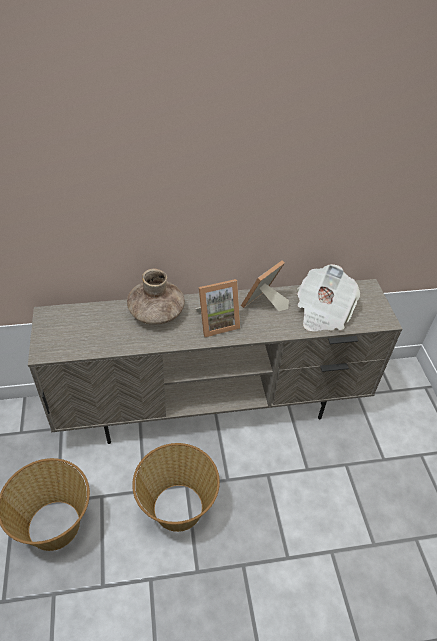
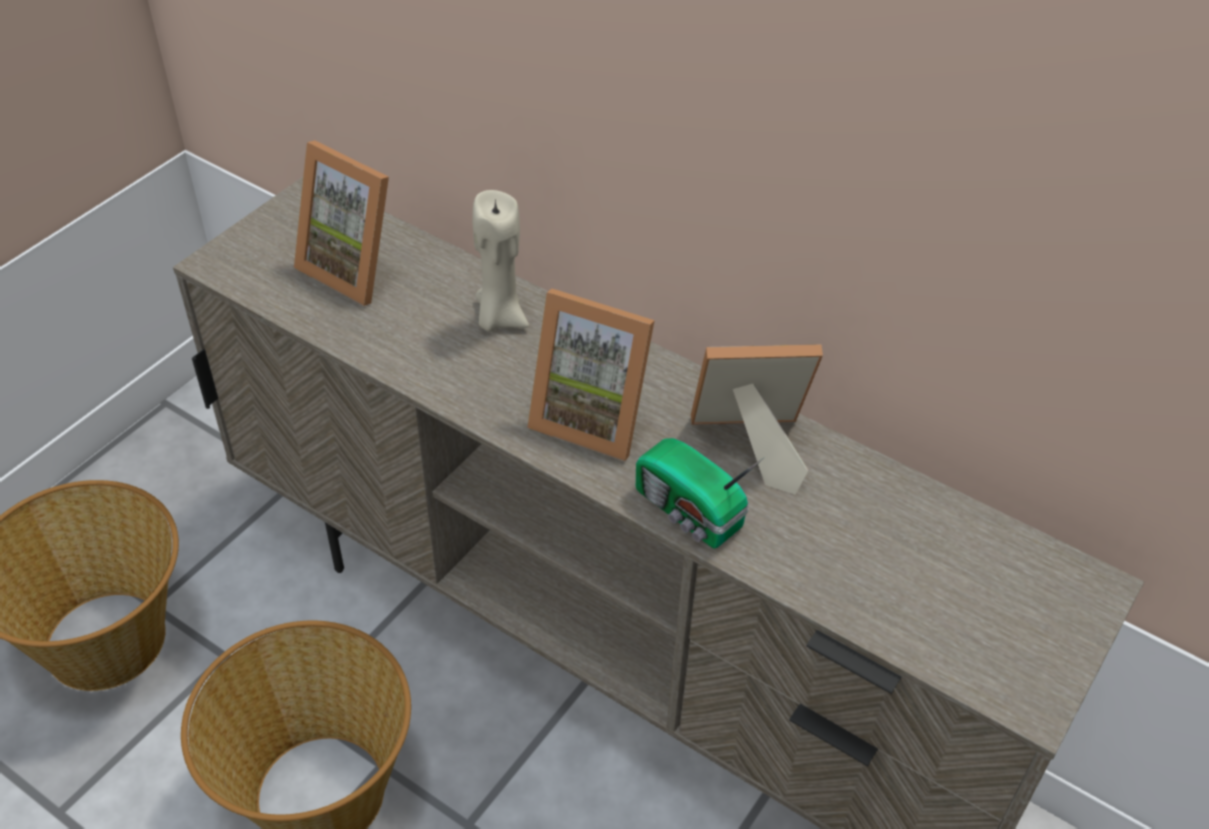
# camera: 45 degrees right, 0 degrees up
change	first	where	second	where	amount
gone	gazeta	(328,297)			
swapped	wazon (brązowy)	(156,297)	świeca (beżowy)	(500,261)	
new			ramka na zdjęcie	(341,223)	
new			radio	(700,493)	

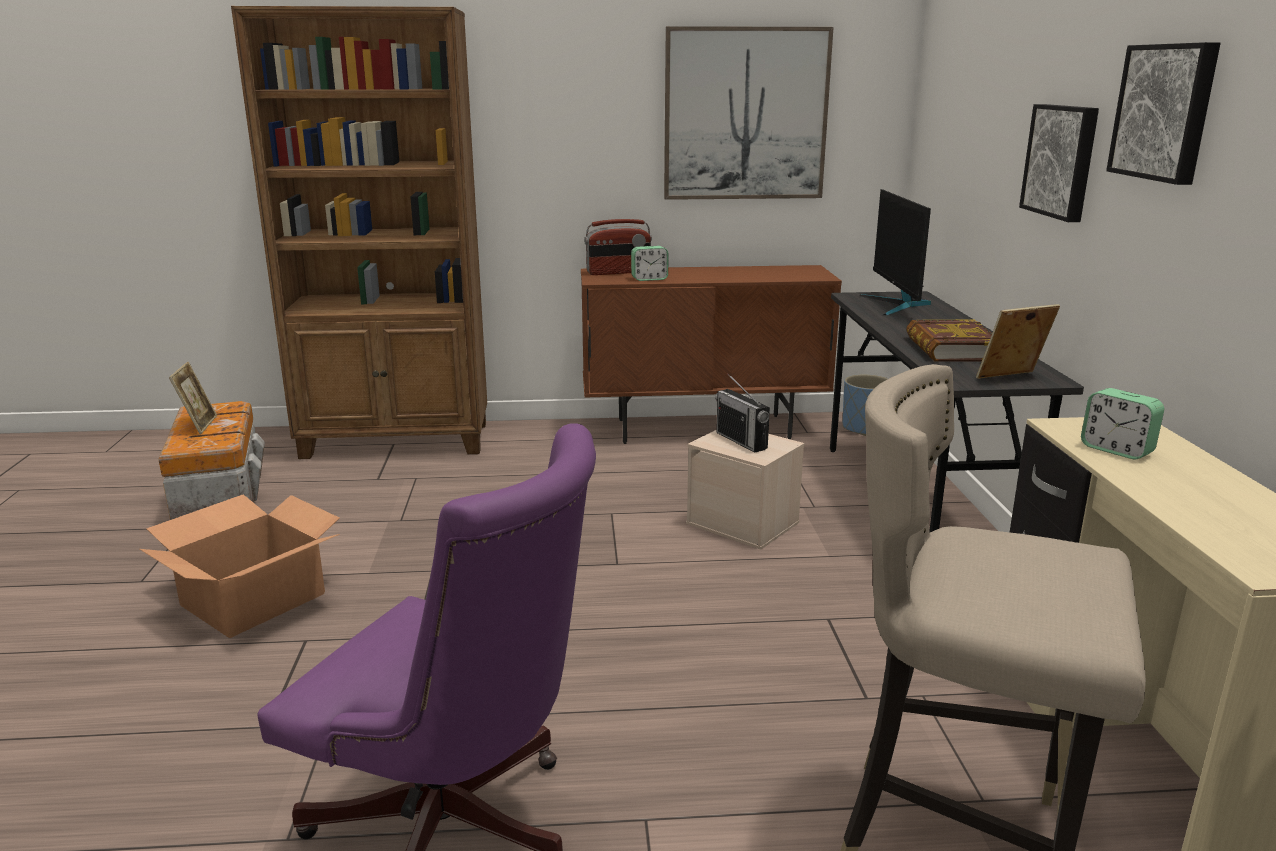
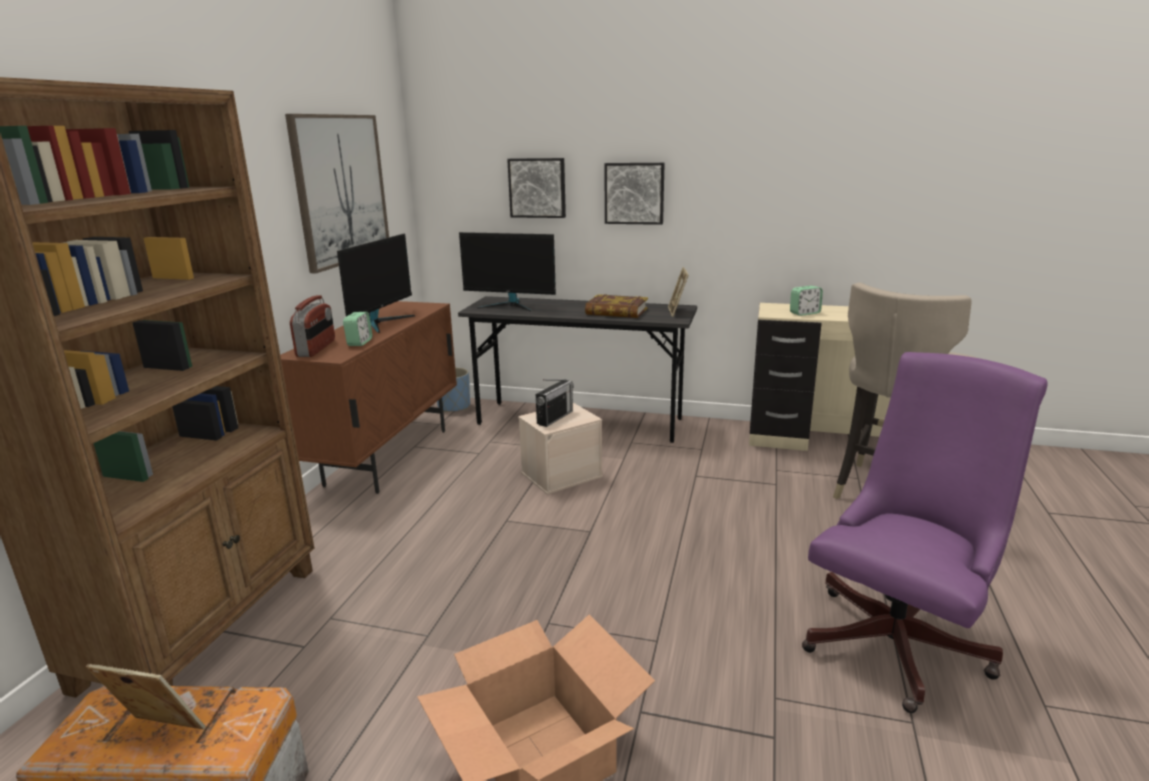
# camera: 70 degrees left, 0 degrees up
change	first	where	second	where	amount
shifted	obraz	(1163,113)		(536,188)	
rotated	radio	(742,413)		(555,403)	45 degrees counterclockwise
new			monitor	(376,283)	

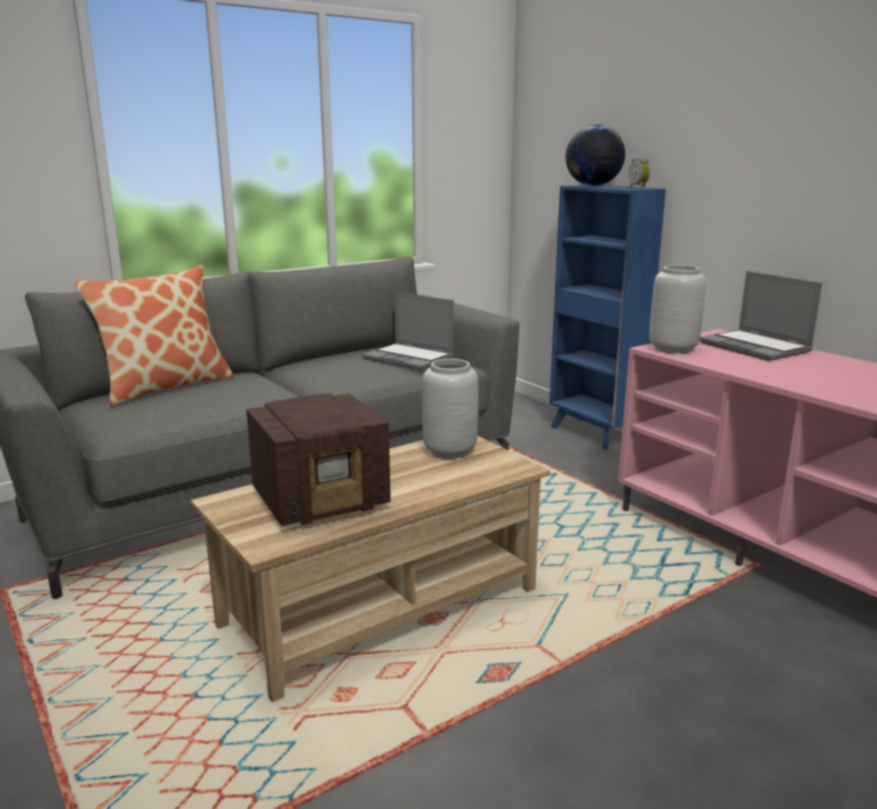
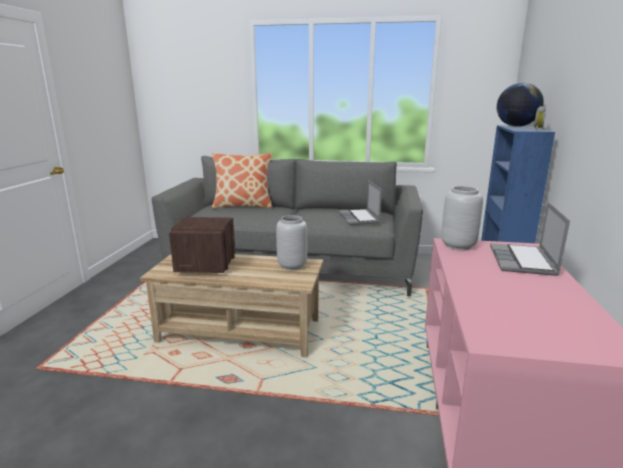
# camera: 45 degrees right, 0 degrees up
change	first	where	second	where	amount
rotated	radio	(318,459)		(202,245)	75 degrees clockwise

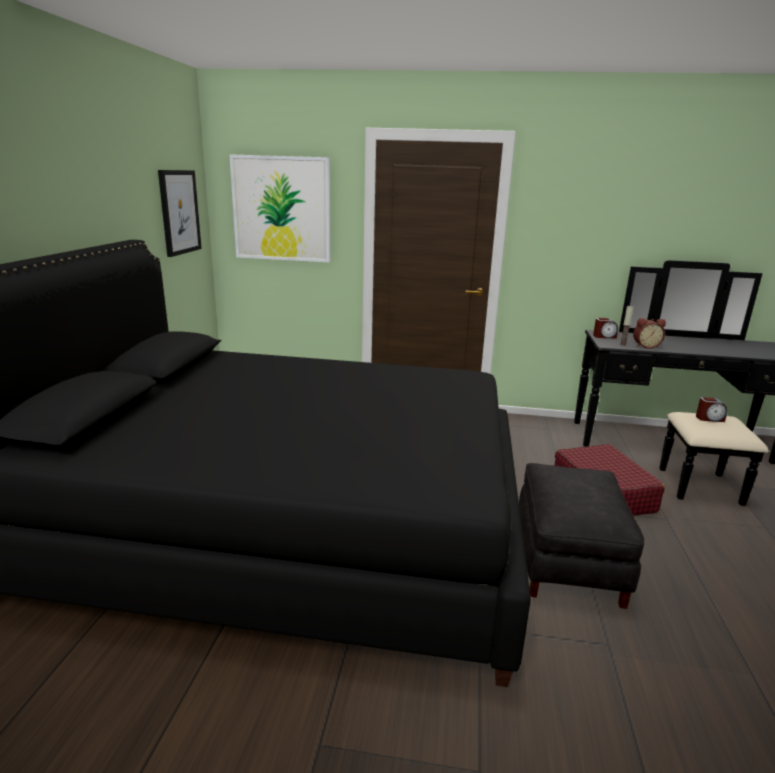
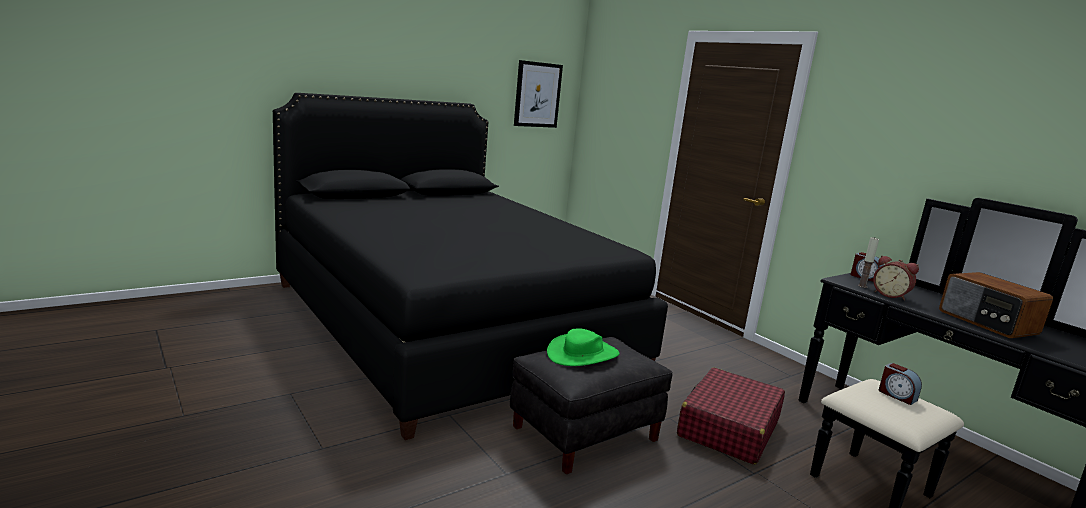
# camera: 45 degrees right, 5 degrees down
change	first	where	second	where	amount
gone	obraz	(279,208)			
new			radio	(996,305)	
new			kapelusz (zielony)	(583,347)	

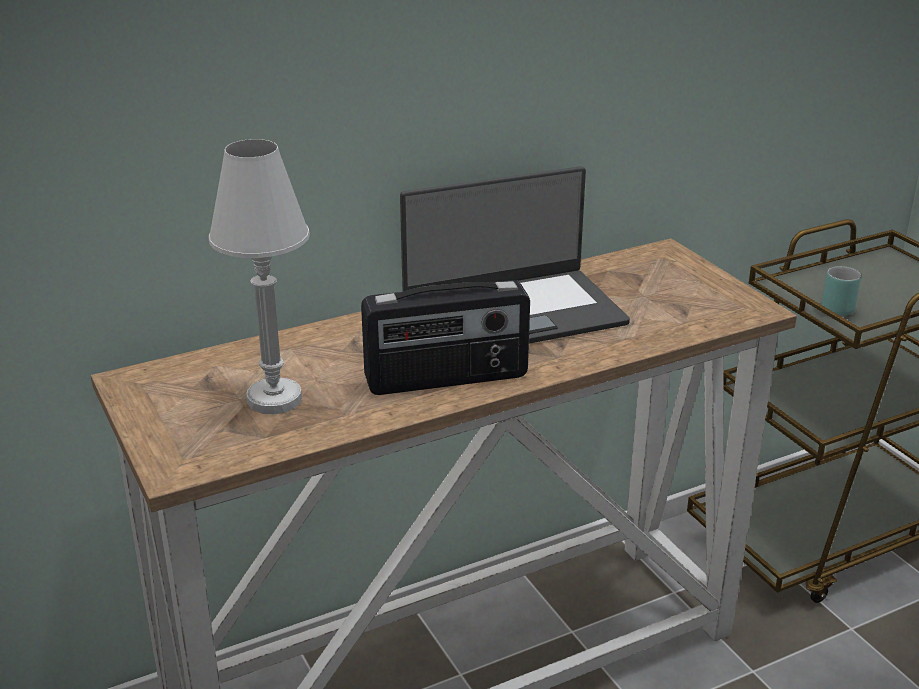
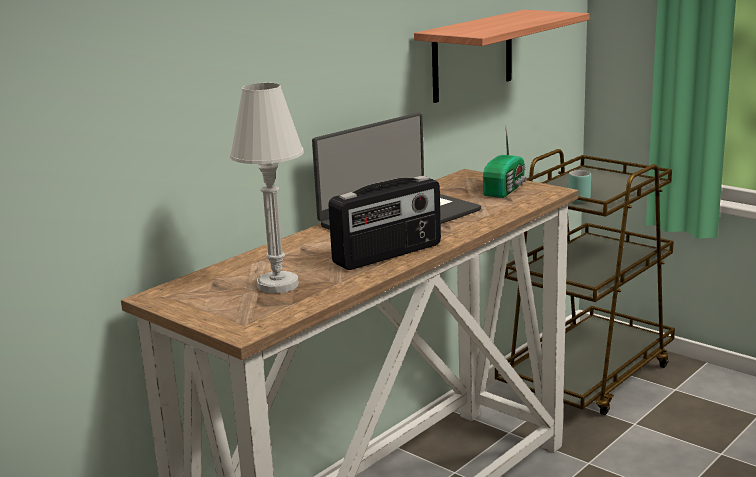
# camera: 20 degrees left, 10 degrees down
change	first	where	second	where	amount
new			półka	(501,56)	
new			radio	(505,162)	

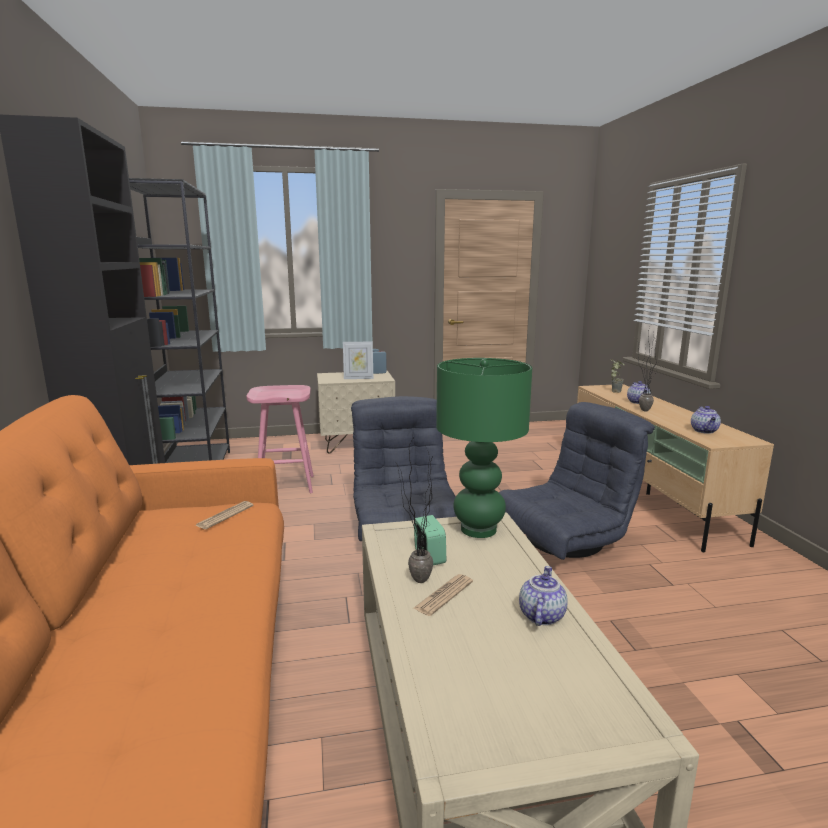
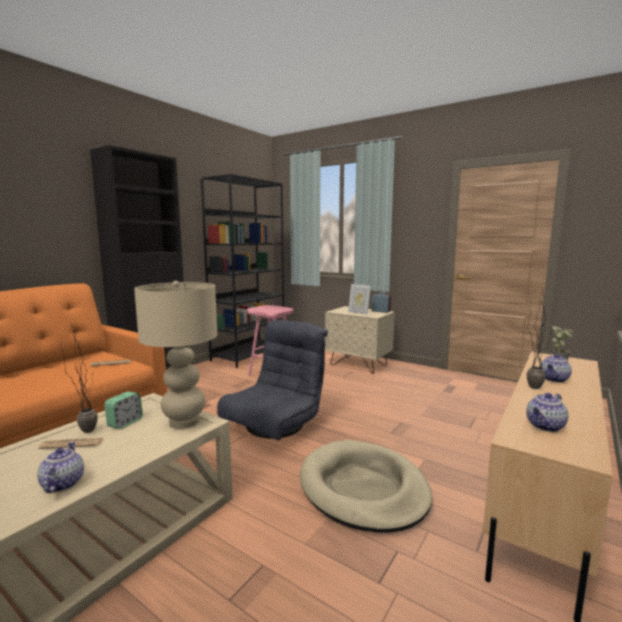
# camera: 45 degrees right, 5 degrees down
change	first	where	second	where	amount
repainted	lampa stołowa (zielony)	(484,448)	lampa stołowa (beżowy)	(175,355)	
swapped	fotel (szary)	(576,481)	legowisko (beżowy)	(366,486)	
rotated	imbryk	(543,596)		(60,467)	75 degrees counterclockwise

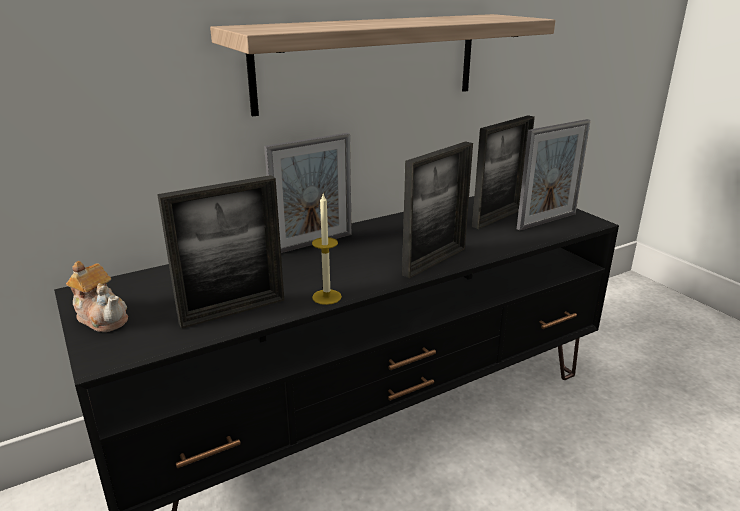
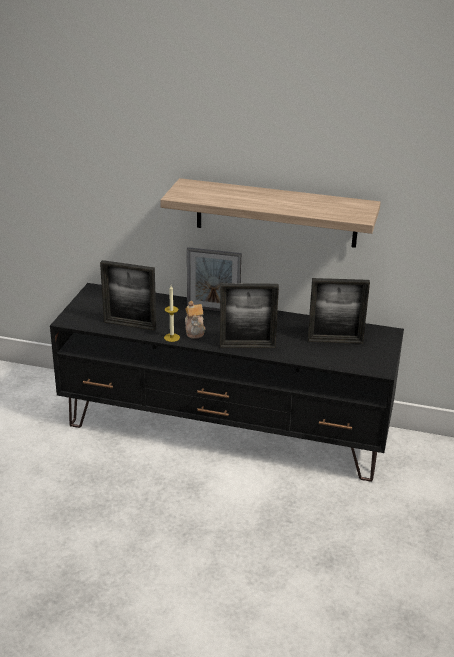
# camera: 45 degrees right, 5 degrees up
change	first	where	second	where	amount
gone	ramka na zdjęcie	(554,175)			
shifted	imbryk	(97,296)		(195,320)	

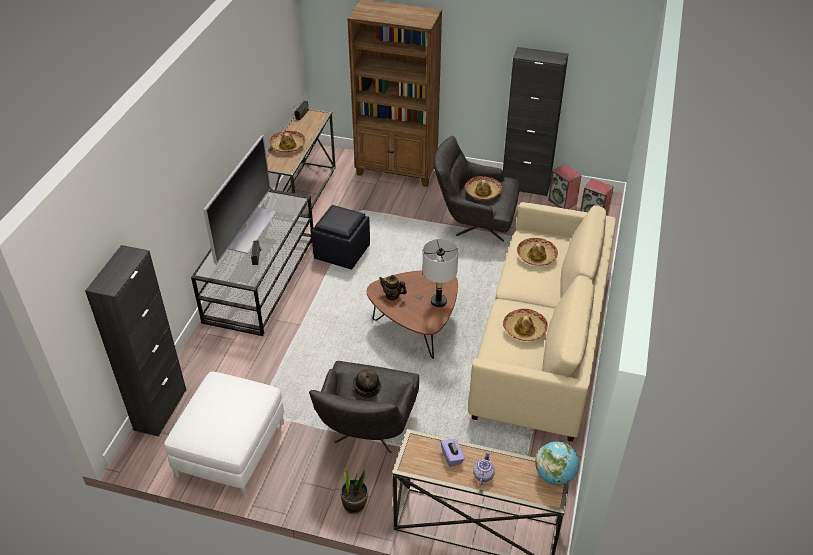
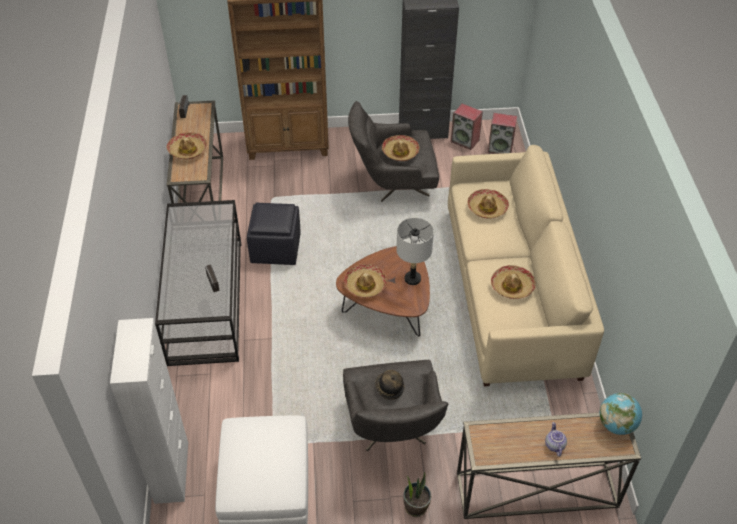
# camera: 20 degrees left, 5 degrees up
change	first	where	second	where	amount
gone	telewizor	(240,200)			
repainted	szafka (czarny)	(135,341)	szafka (biały)	(149,411)	
swapped	imbryk	(393,287)	kapelusz	(365,280)	
gone	pudełko chusteczek (fioletowy)	(453,453)			

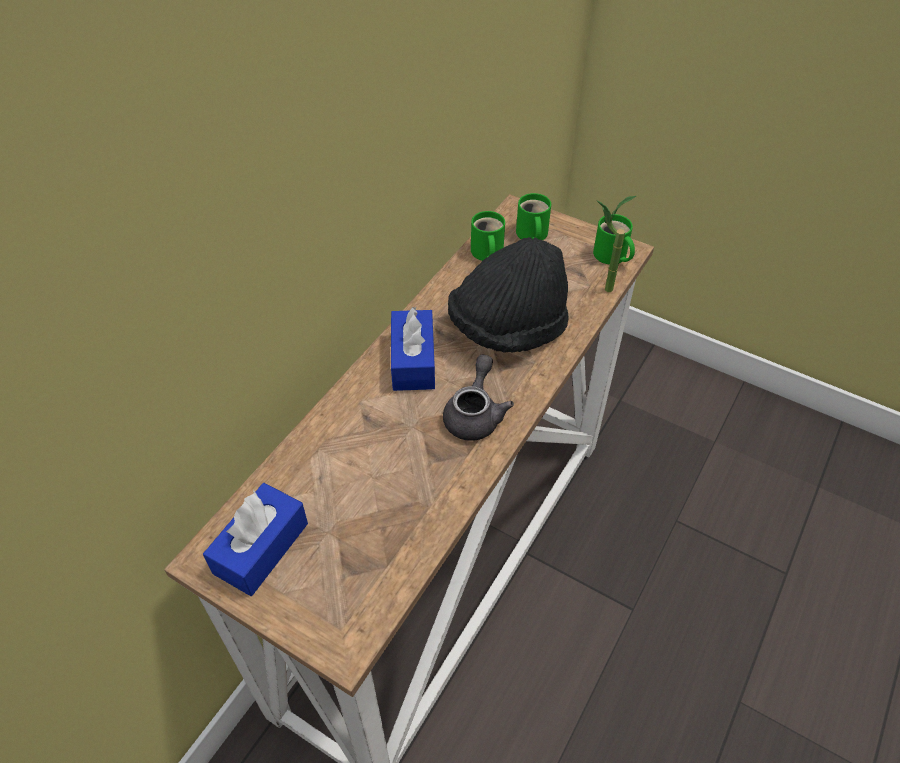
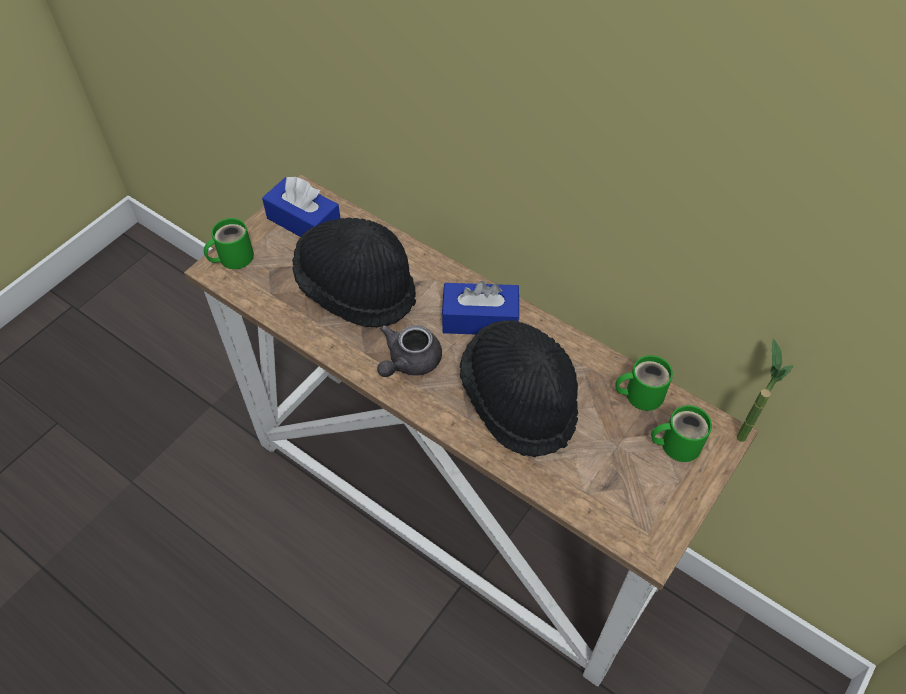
# camera: 95 degrees right, 5 degrees up
change	first	where	second	where	amount
shifted	roślina doniczkowa	(616,244)		(765,390)	
shifted	kubek (zielony)	(614,239)		(229,243)	
rotated	imbryk (szary)	(478,398)		(409,351)	105 degrees clockwise
new			kapelusz (czarny)	(354,273)	

